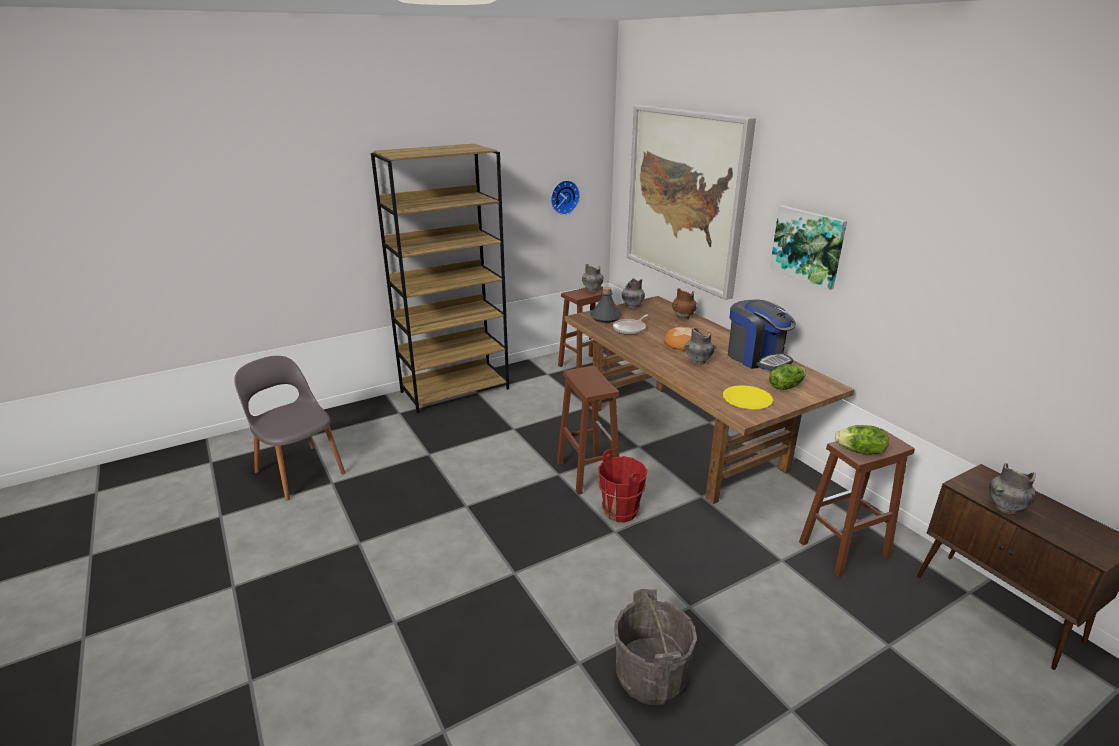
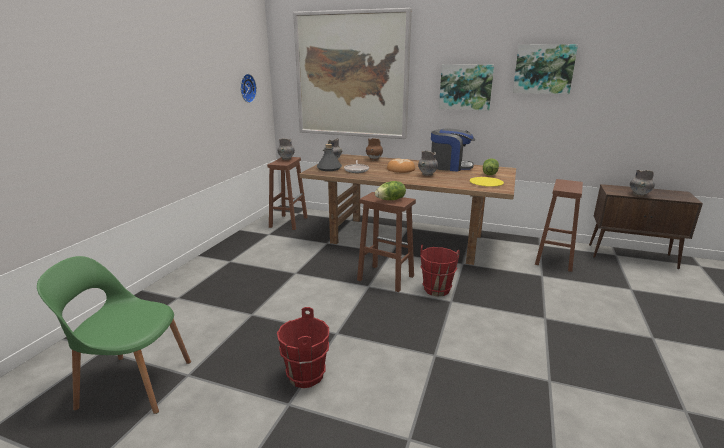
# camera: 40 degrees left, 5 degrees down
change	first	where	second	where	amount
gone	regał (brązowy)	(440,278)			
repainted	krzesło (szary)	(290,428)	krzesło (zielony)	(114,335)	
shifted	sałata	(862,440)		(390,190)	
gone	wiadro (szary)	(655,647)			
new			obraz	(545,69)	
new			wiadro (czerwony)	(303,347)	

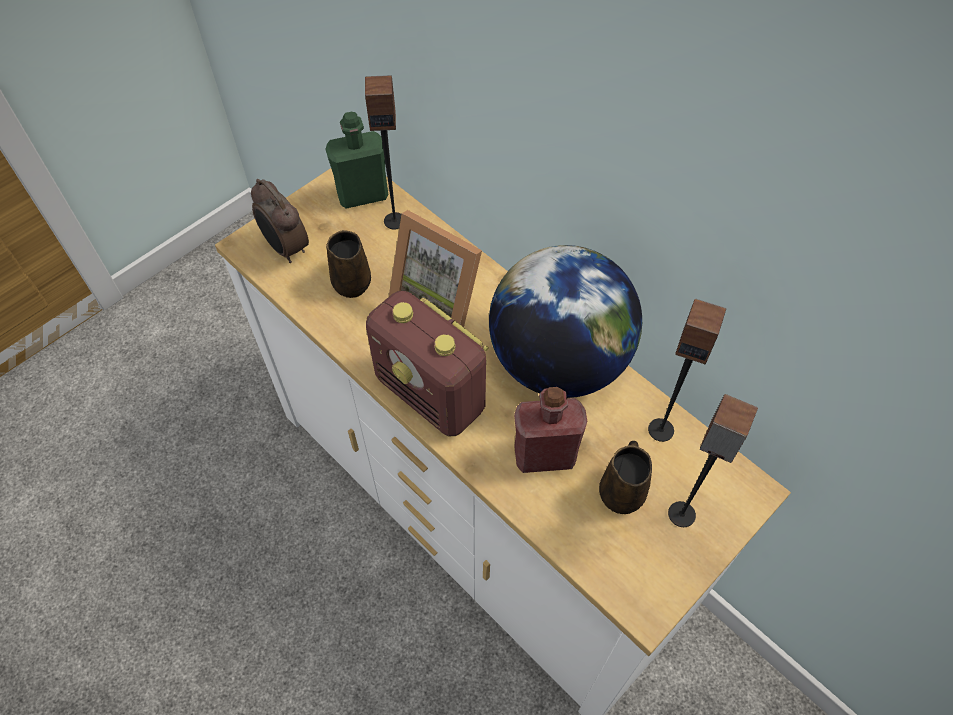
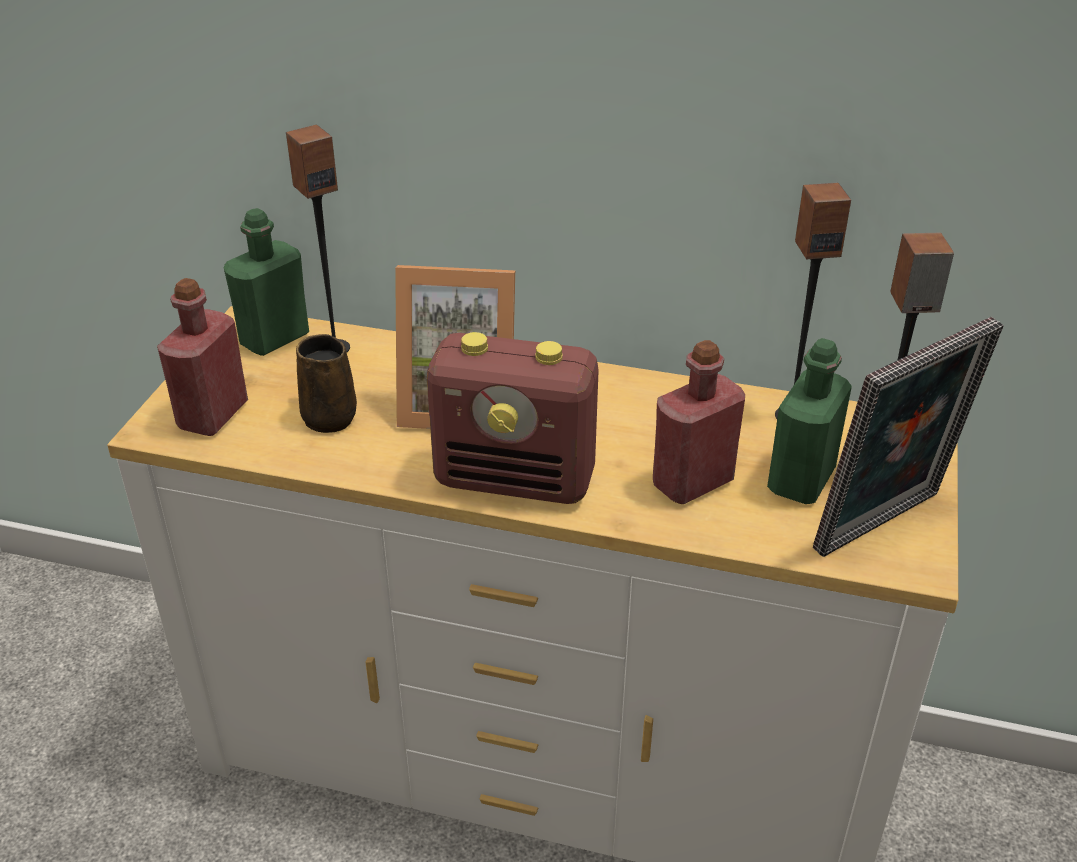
# camera: 30 degrees left, 20 degrees down
change	first	where	second	where	amount
swapped	budzik	(280,221)	butelka (czerwony)	(202,357)	
gone	globus	(565,321)			
swapped	kubek (brązowy)	(625,477)	butelka (zielony)	(809,421)	
new			ramka na zdjęcie	(908,437)	

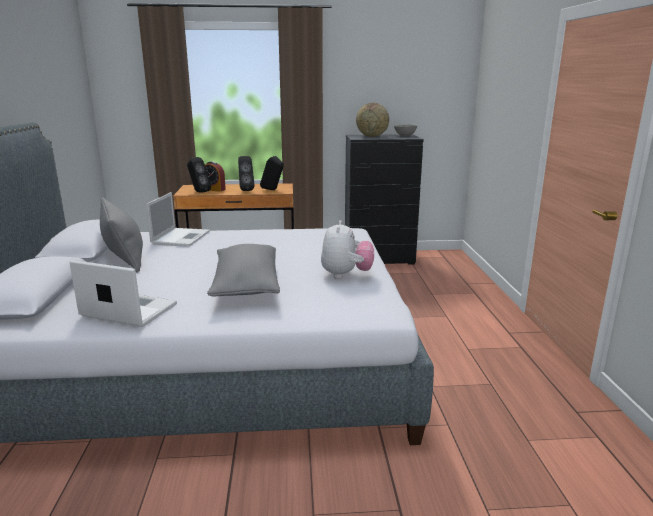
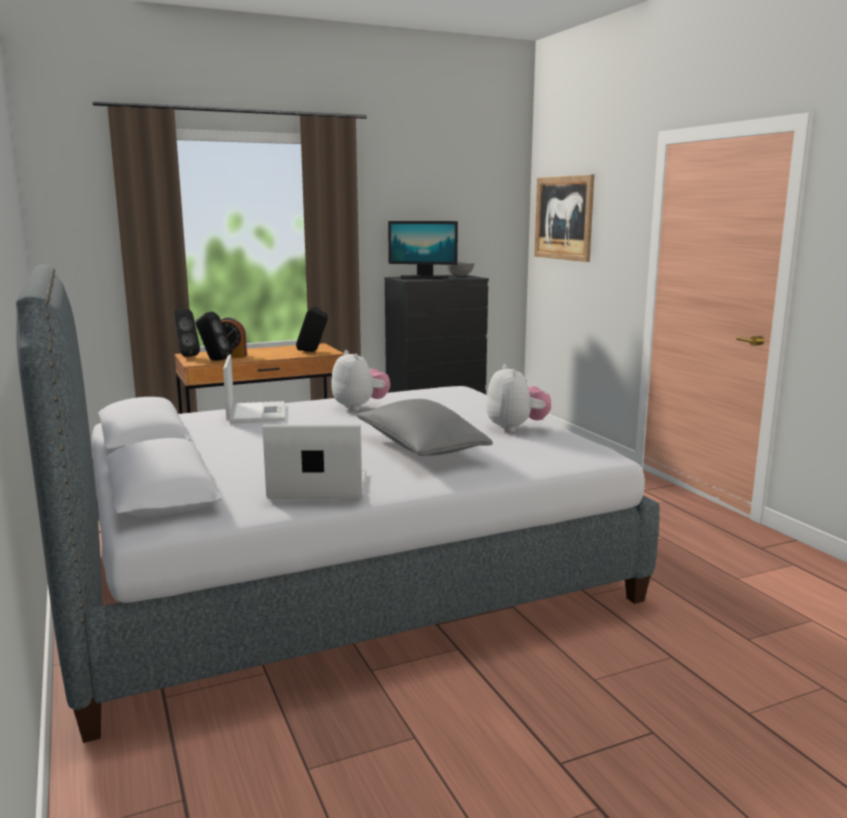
# camera: 20 degrees left, 5 degrees down
change	first	where	second	where	amount
swapped	globus	(372,120)	monitor	(423,250)	
shifted	głośnik (czarny)	(246,173)		(187,333)	
gone	poduszka (szary)	(121,234)			
new			obraz	(564,218)	
new			pluszak	(360,380)	

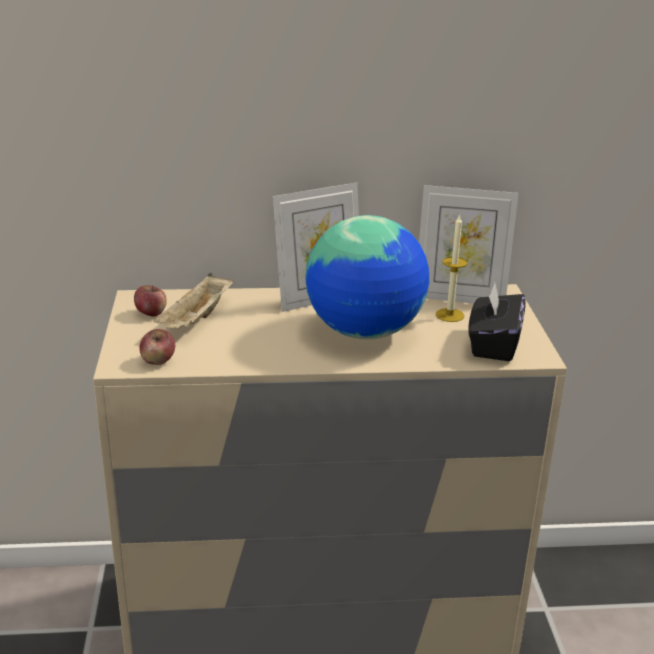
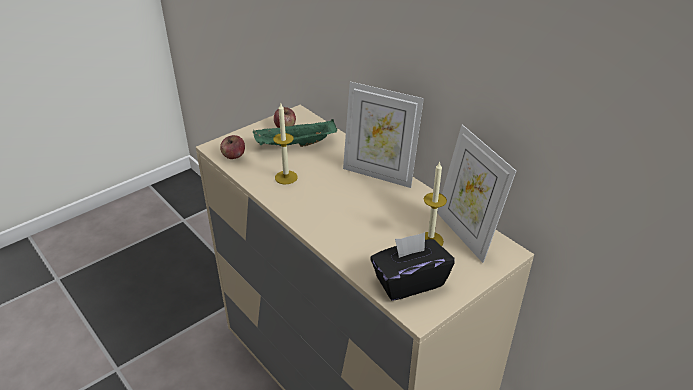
# camera: 55 degrees right, 10 degrees up
change	first	where	second	where	amount
gone	globus	(367,277)			
repainted	taca (beżowy)	(193,300)	taca (zielony)	(295,133)	
new			świeca	(285,144)	

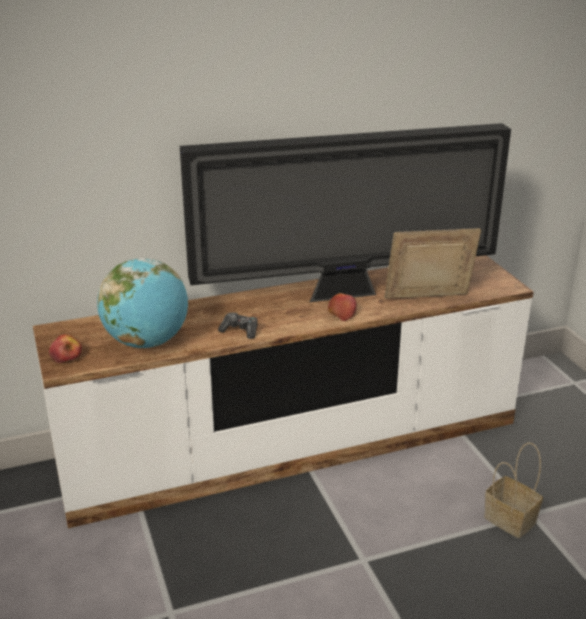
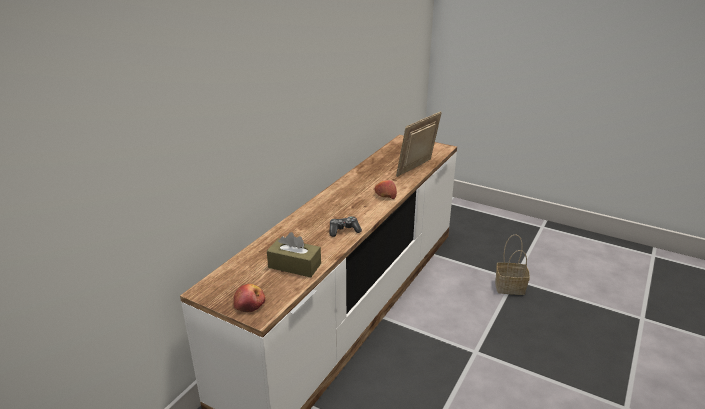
# camera: 40 degrees left, 0 degrees up
change	first	where	second	where	amount
gone	telewizor	(345,212)			
swapped	globus	(142,303)	pudełko chusteczek (brązowy)	(294,254)	

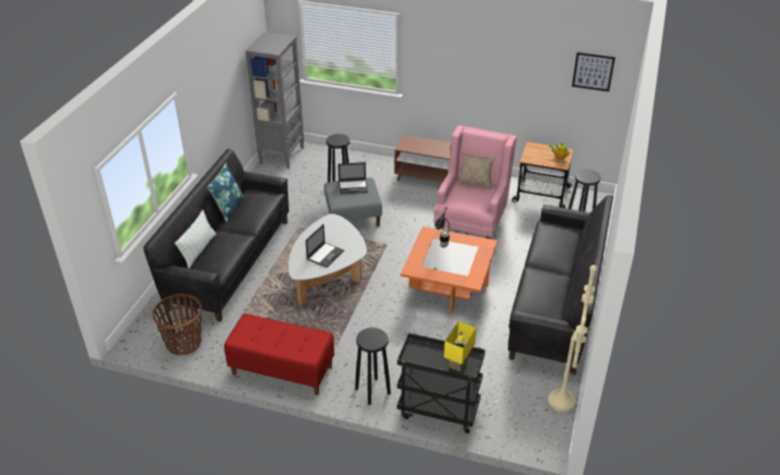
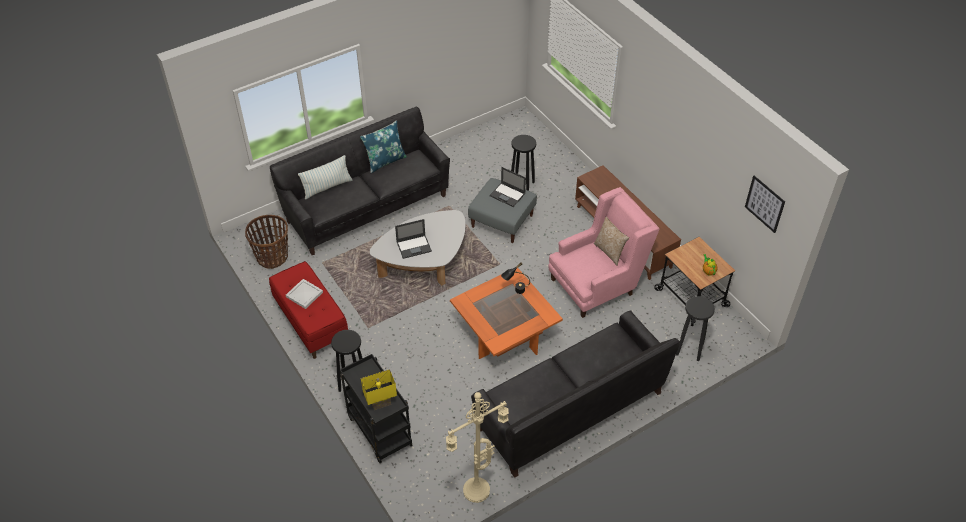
# camera: 40 degrees right, 10 degrees up
change	first	where	second	where	amount
gone	regał (szary)	(275,100)			
new			taca (biały)	(304,294)	

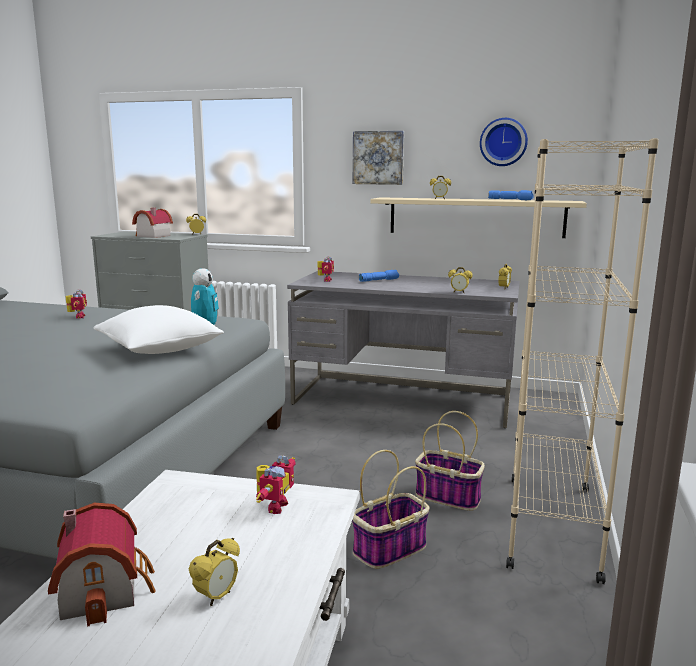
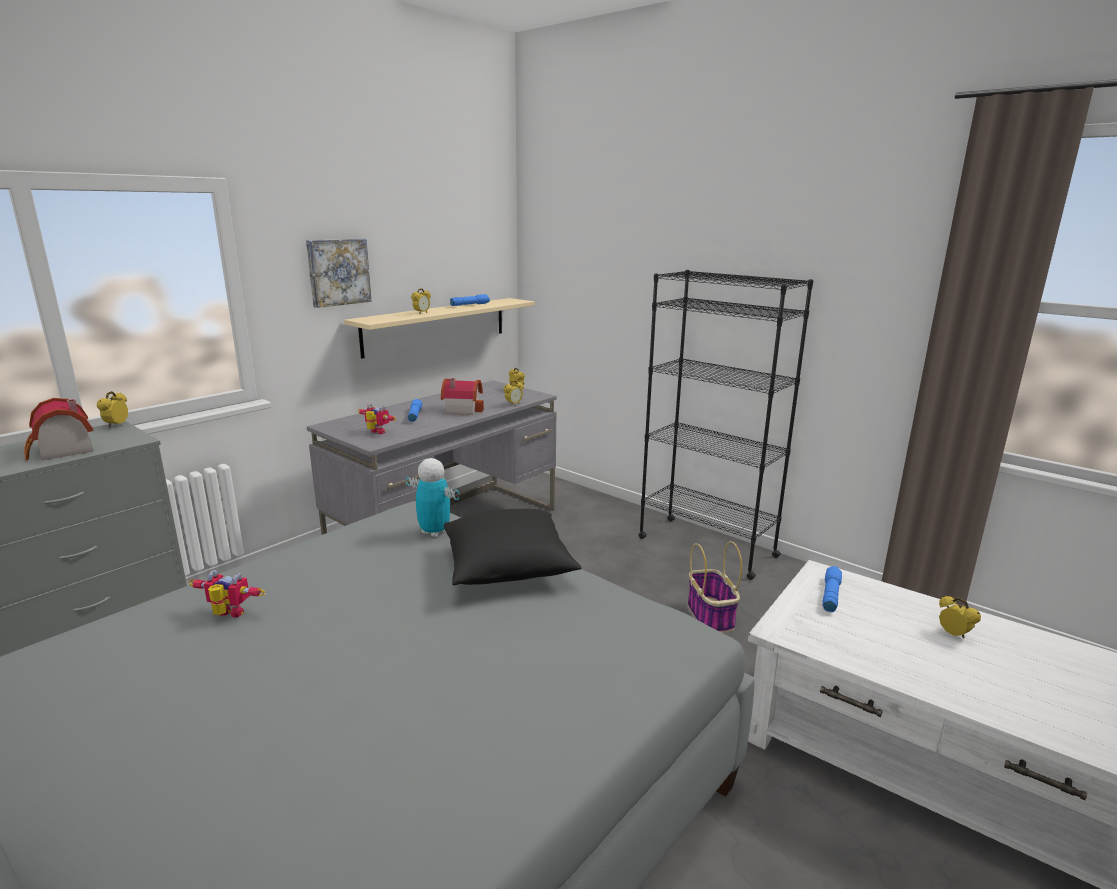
# camera: 65 degrees left, 5 degrees up
change	first	where	second	where	amount
gone	zegar ścienny	(504,142)			
repainted	regał (beżowy)	(582,361)	regał (czarny)	(726,425)	
repainted	poduszka (biały)	(158,329)	poduszka (czarny)	(513,547)	
gone	koszyk	(450,461)			
swapped	robot zabawkowy	(276,484)	latarka (niebieski)	(832,589)	
shifted	domek	(102,565)		(462,396)	

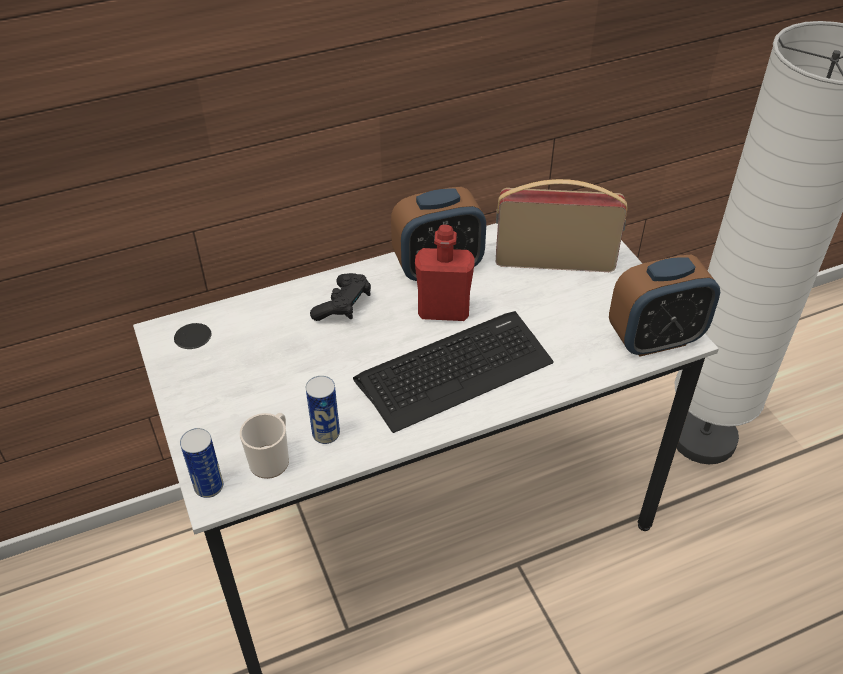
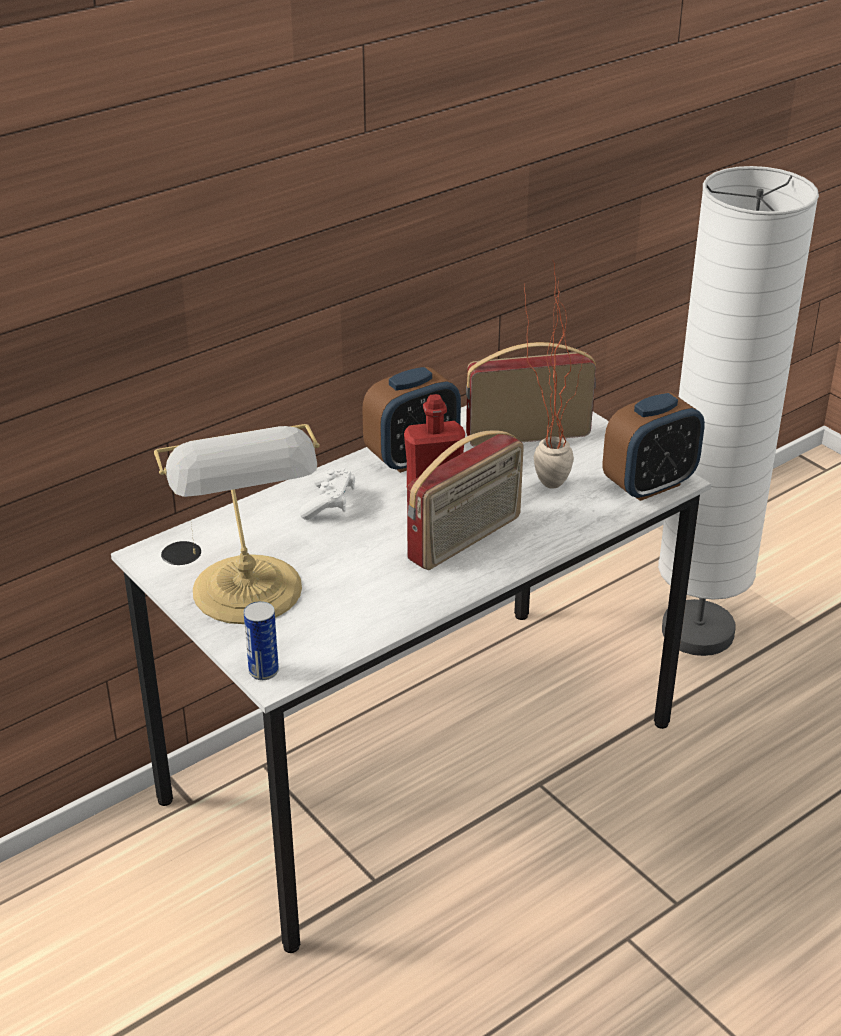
# camera: 15 degrees left, 10 degrees down
change	first	where	second	where	amount
repainted	pad do gier (czarny)	(340,297)	pad do gier (biały)	(327,494)	
swapped	klawiatura	(453,372)	radio	(465,500)	
gone	puszka	(323,410)			
gone	kubek	(264,446)			
new			roślina doniczkowa	(554,375)	
new			lampa stołowa	(237,524)	

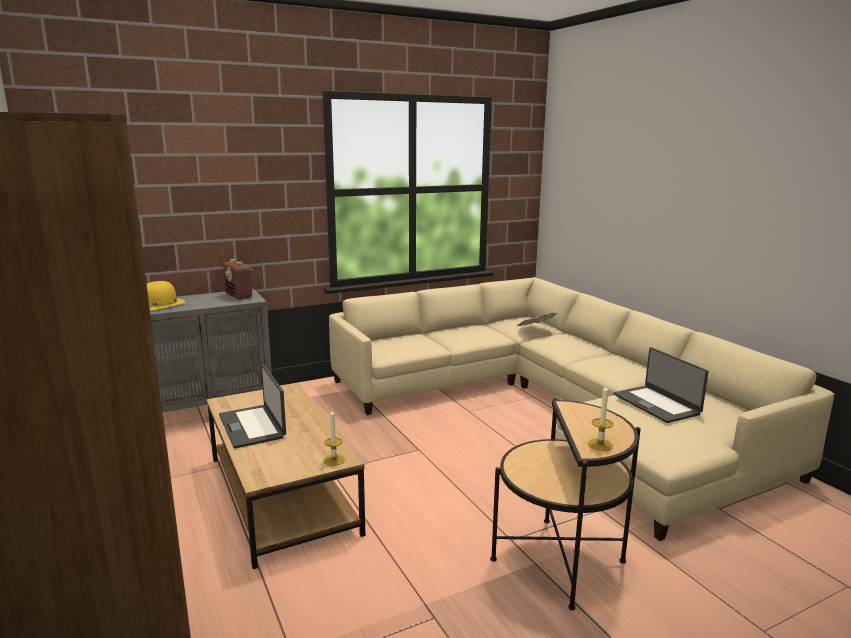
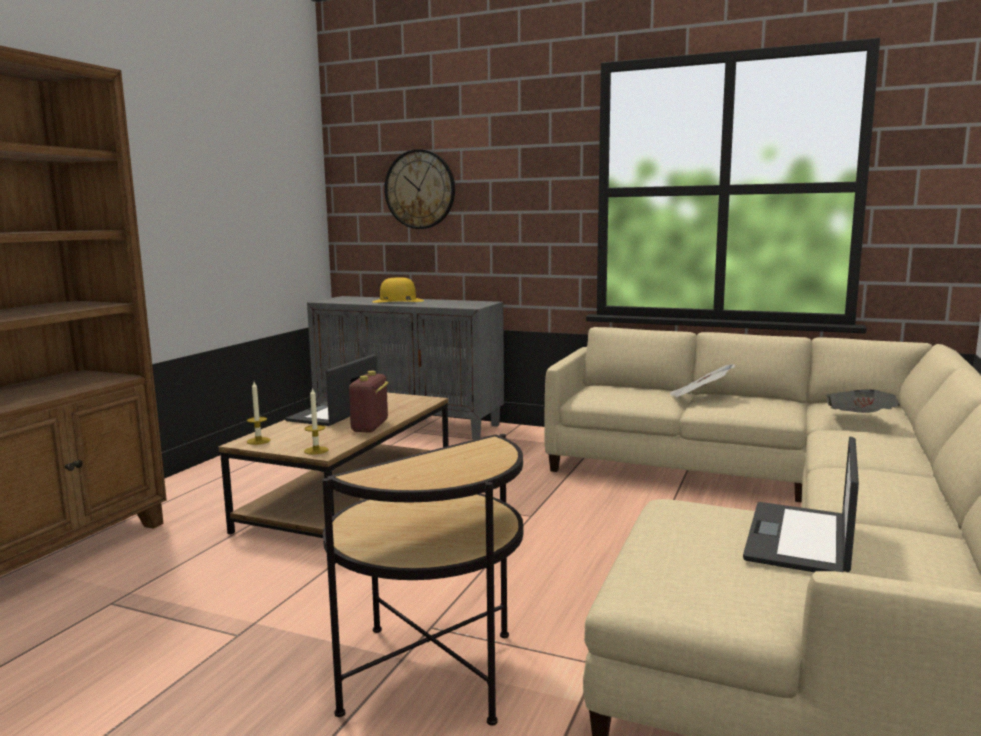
# camera: 50 degrees right, 5 degrees down
change	first	where	second	where	amount
shifted	radio	(238,279)		(369,401)	
shifted	świeca	(600,418)		(259,413)	
new			zegar ścienny	(419,189)	
new			gazeta	(702,381)	

